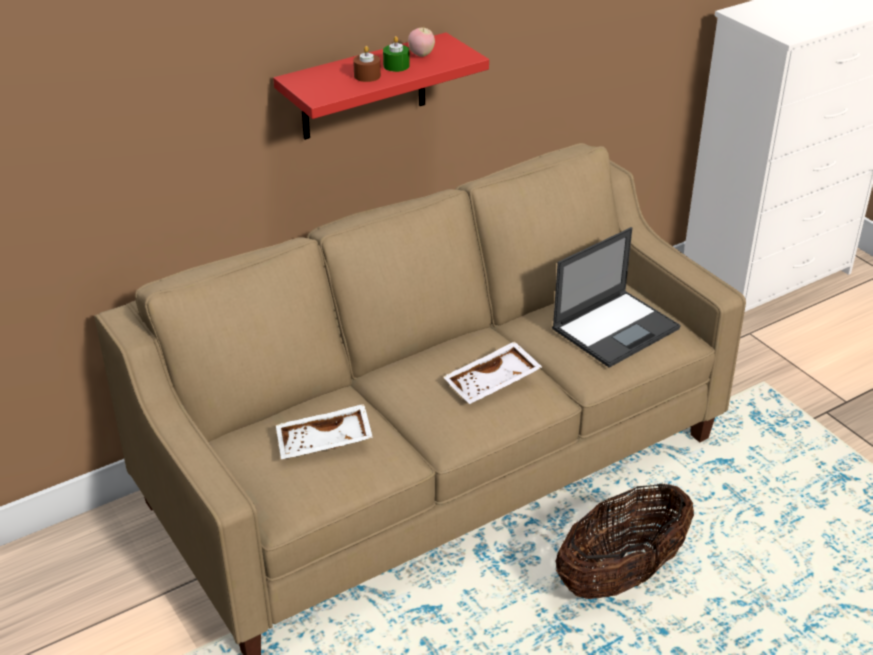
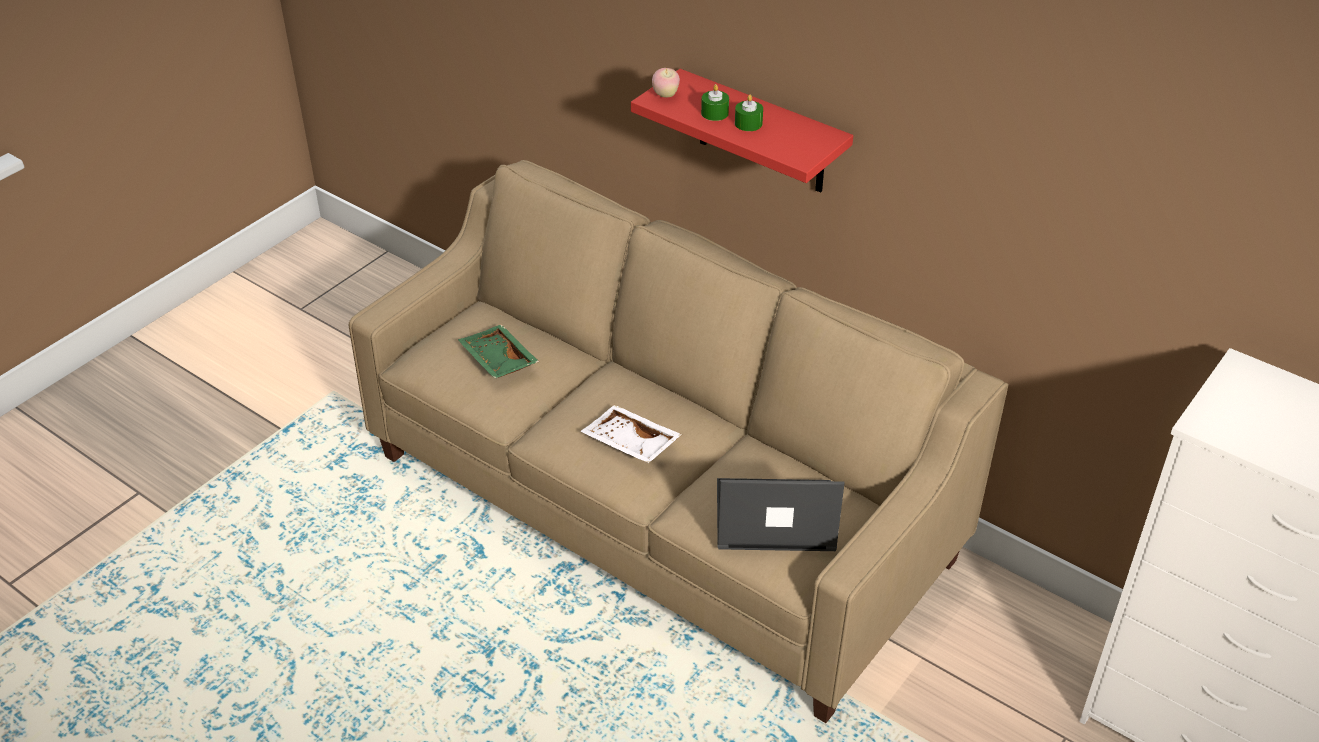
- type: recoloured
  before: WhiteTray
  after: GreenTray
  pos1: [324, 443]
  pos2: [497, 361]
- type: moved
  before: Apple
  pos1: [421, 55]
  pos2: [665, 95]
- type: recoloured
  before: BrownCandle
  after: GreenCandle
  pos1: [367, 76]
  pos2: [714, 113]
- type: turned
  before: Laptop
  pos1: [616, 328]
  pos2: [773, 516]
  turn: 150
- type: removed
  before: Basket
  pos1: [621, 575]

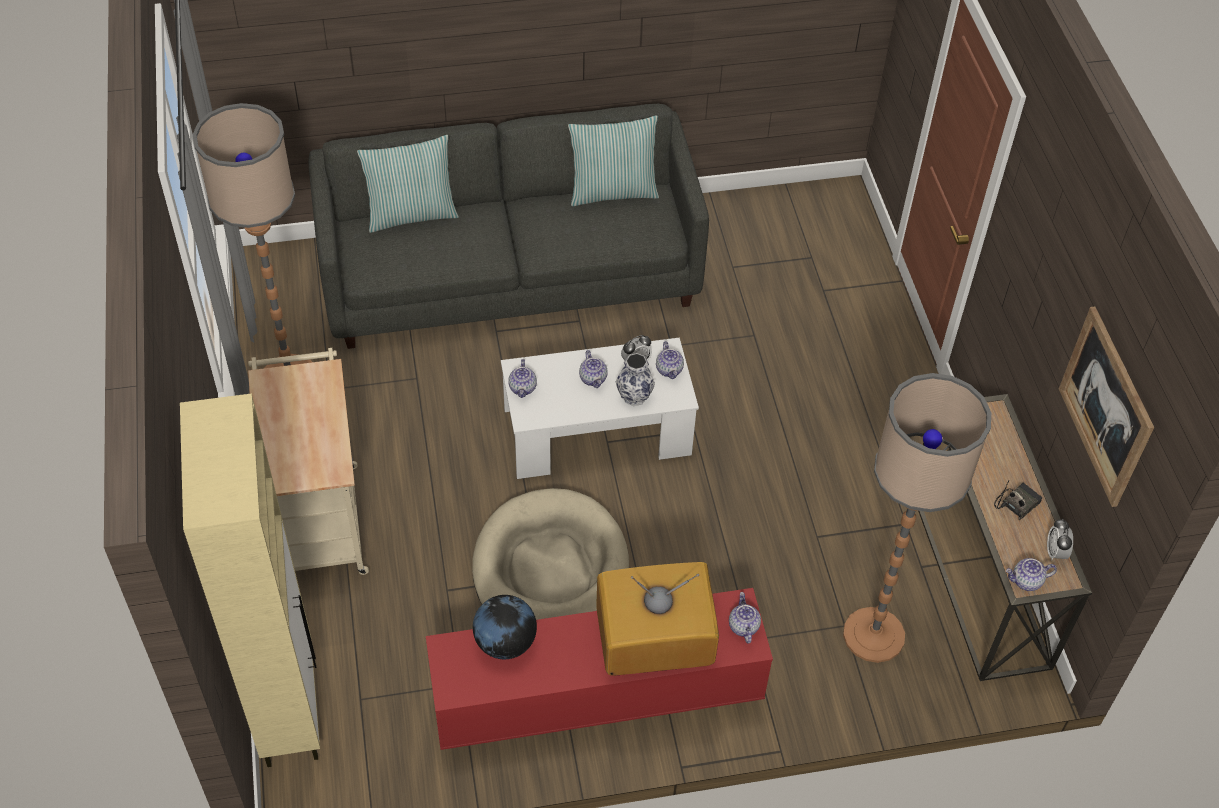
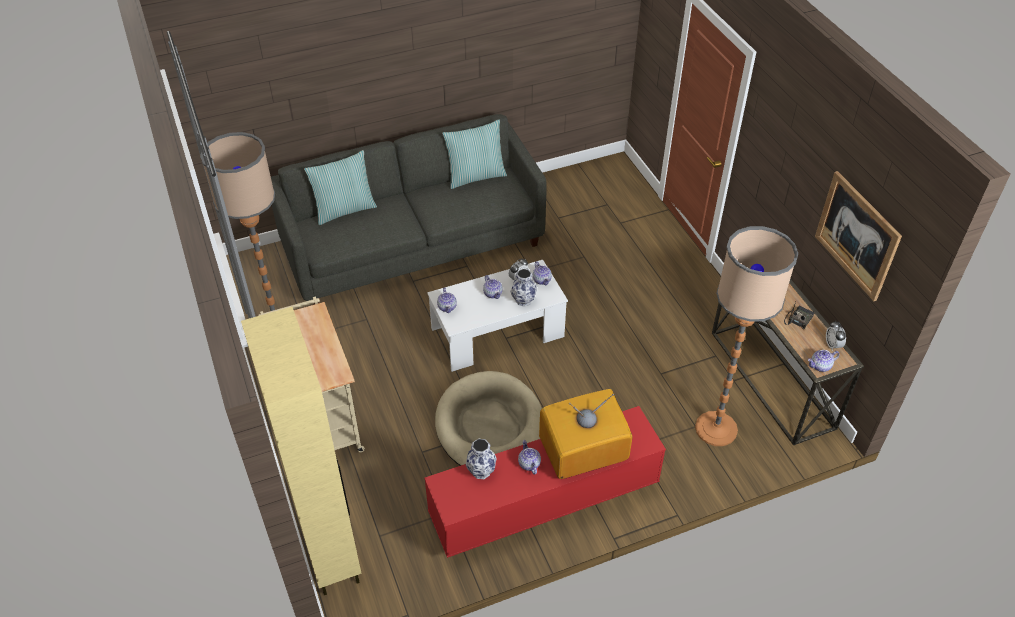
- type: replaced
  before: Globe
  after: Vase
  pos1: [505, 642]
  pos2: [481, 471]
- type: moved
  before: Teapot
  pos1: [743, 626]
  pos2: [529, 464]

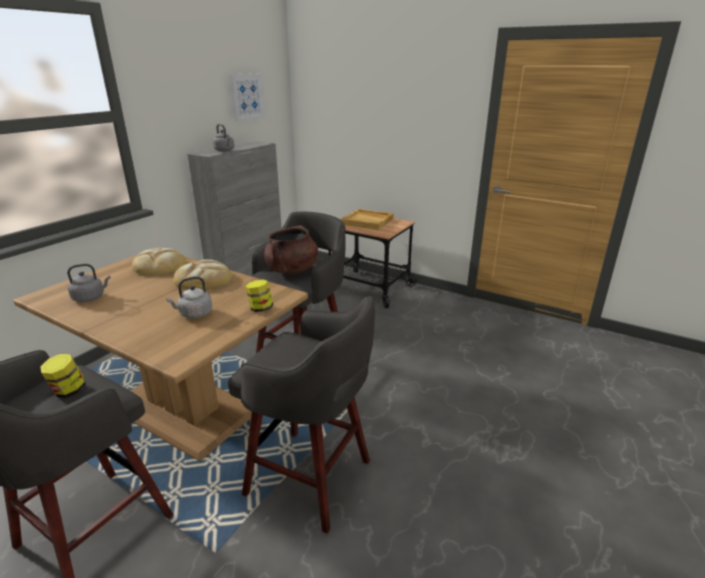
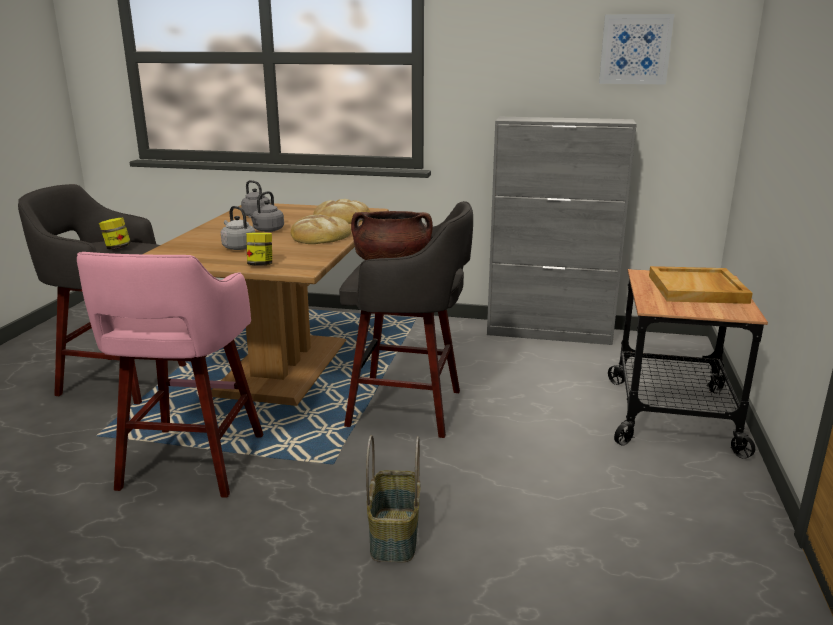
- type: recoloured
  before: GreyStool
  after: PinkStool
  pos1: [312, 479]
  pos2: [190, 464]
- type: moved
  before: GreyKettle
  pos1: [225, 150]
  pos2: [267, 230]
- type: added
  after: Basket
  pos2: [395, 535]

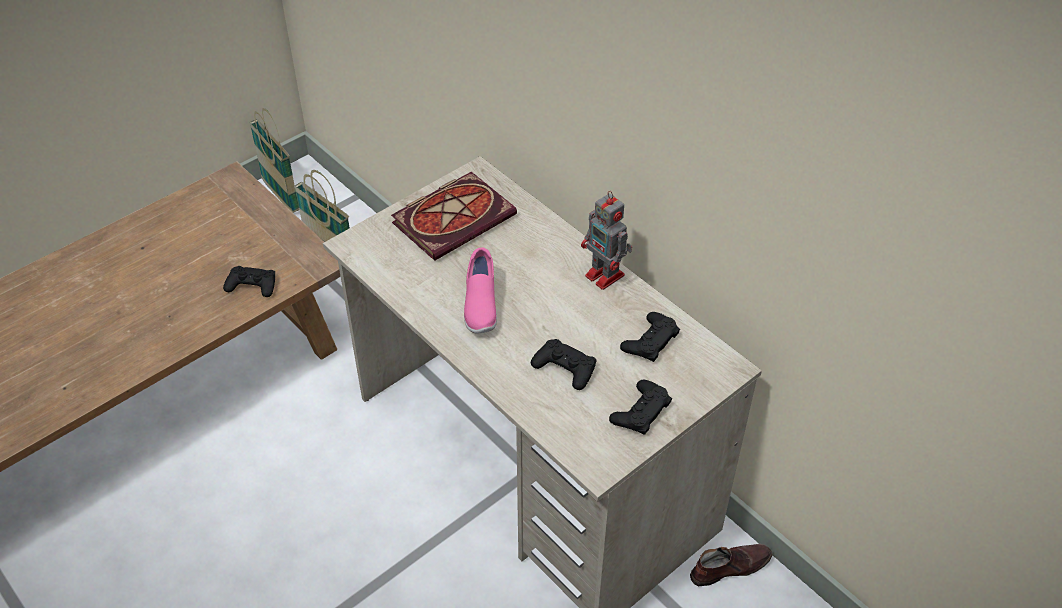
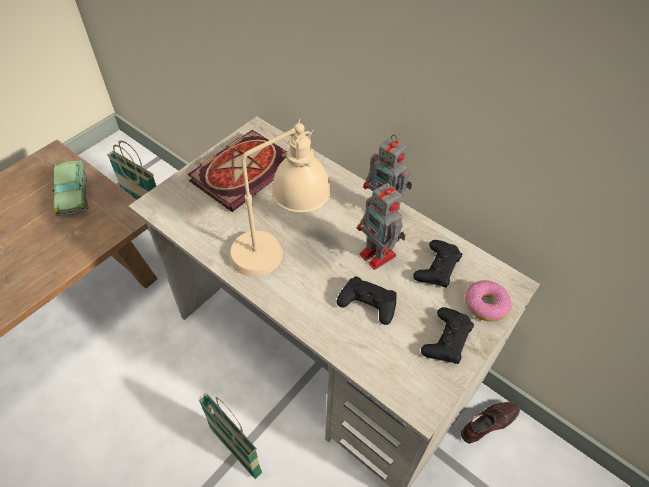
- type: added
  after: ToyCar
  pos2: [73, 194]
- type: moved
  before: Basket
  pos1: [281, 196]
  pos2: [235, 450]
- type: replaced
  before: PinkShoe
  after: BeigeTableLamp
  pos1: [480, 305]
  pos2: [279, 250]
- type: added
  after: ToyRobot
  pos2: [378, 256]
- type: added
  after: Donut
  pos2: [485, 305]
- type: removed
  before: BlackGameController
  pos1: [252, 285]

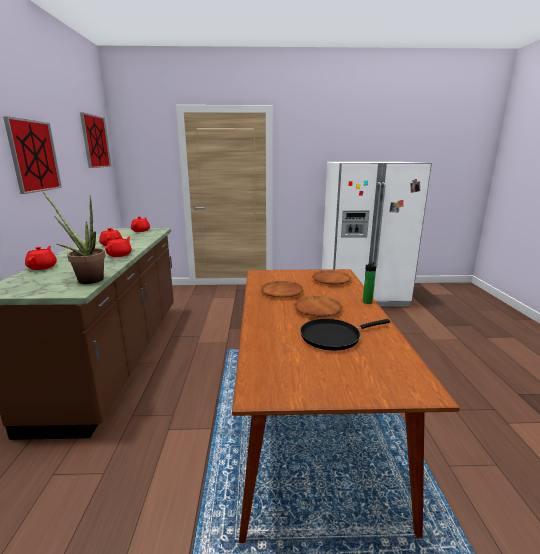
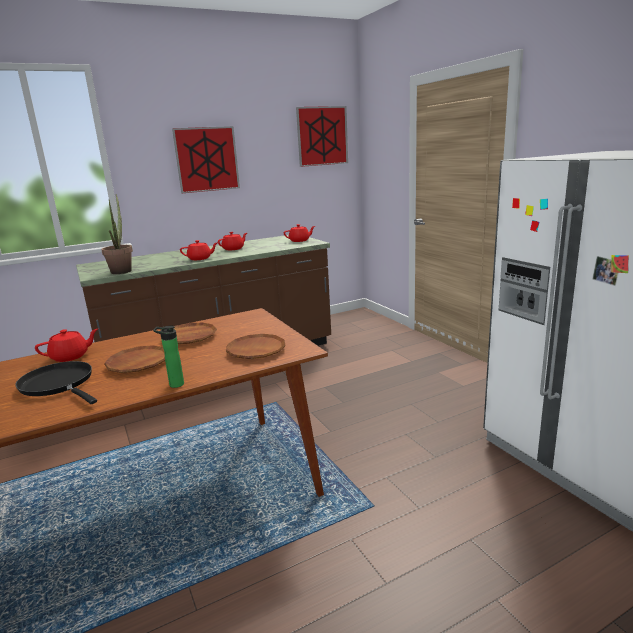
- type: moved
  before: RedTeapot
  pos1: [43, 267]
  pos2: [71, 356]

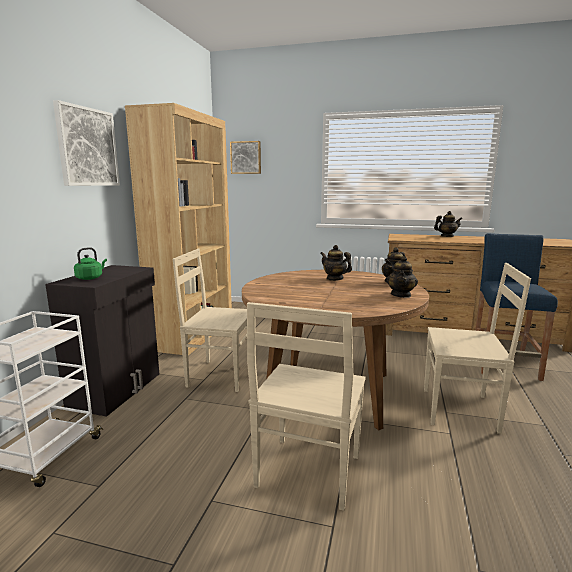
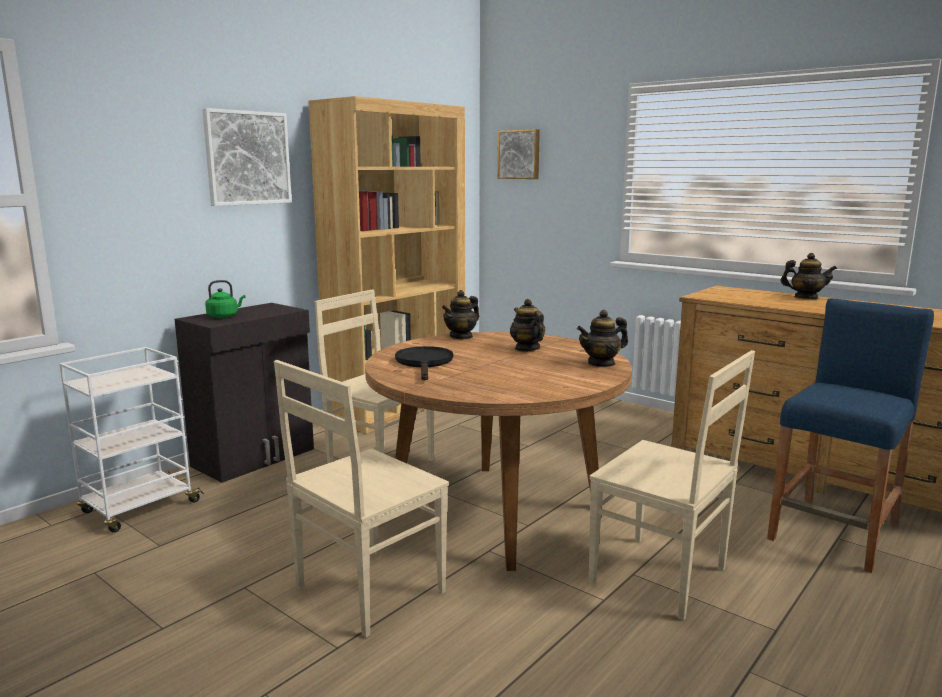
- type: added
  after: BlackFryingPan
  pos2: [424, 363]
- type: moved
  before: Teapot
  pos1: [401, 295]
  pos2: [461, 336]

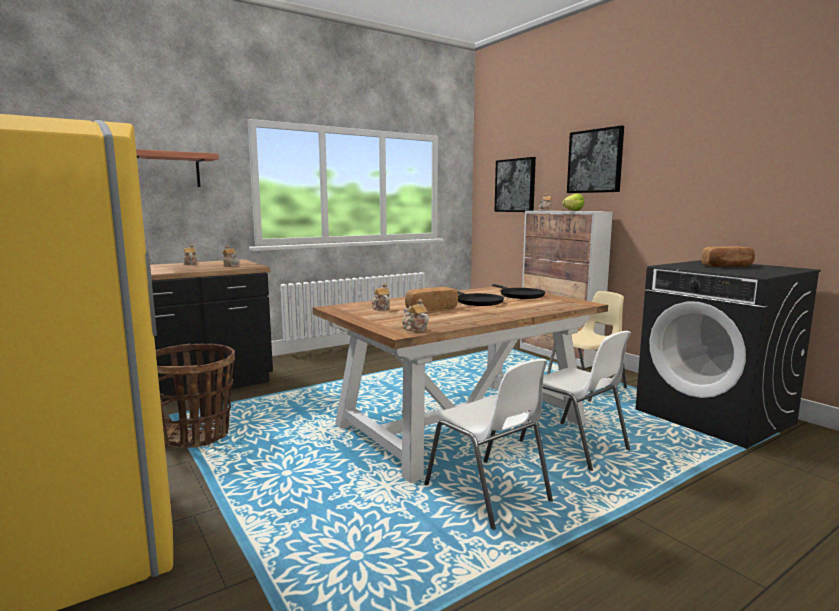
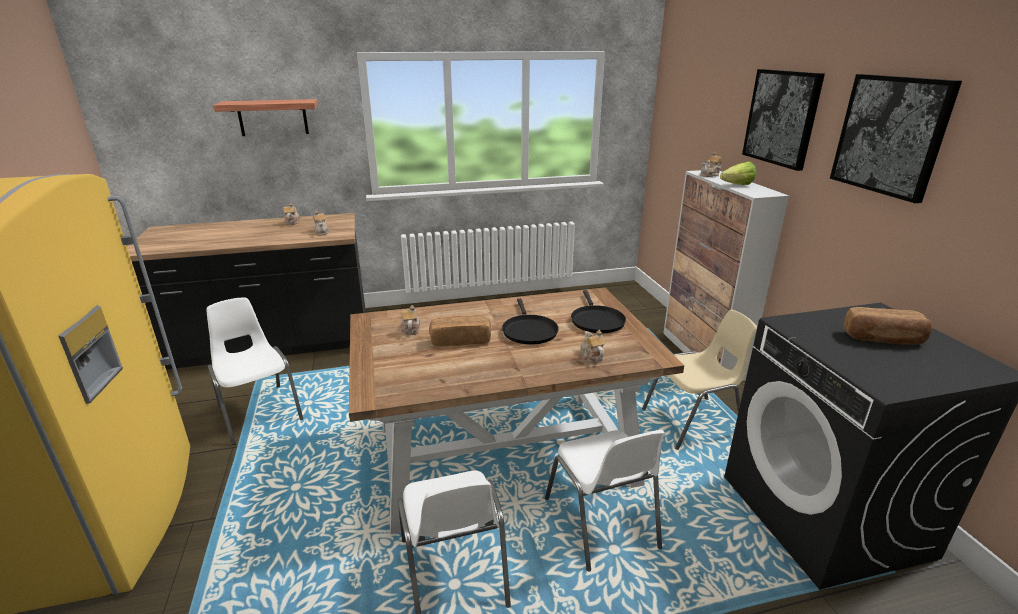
- type: replaced
  before: Basket
  after: WhiteChair
  pos1: [195, 435]
  pos2: [259, 412]
- type: moved
  before: Teapot
  pos1: [414, 329]
  pos2: [591, 356]
- type: moved
  before: Picture
  pos1: [515, 185]
  pos2: [890, 135]

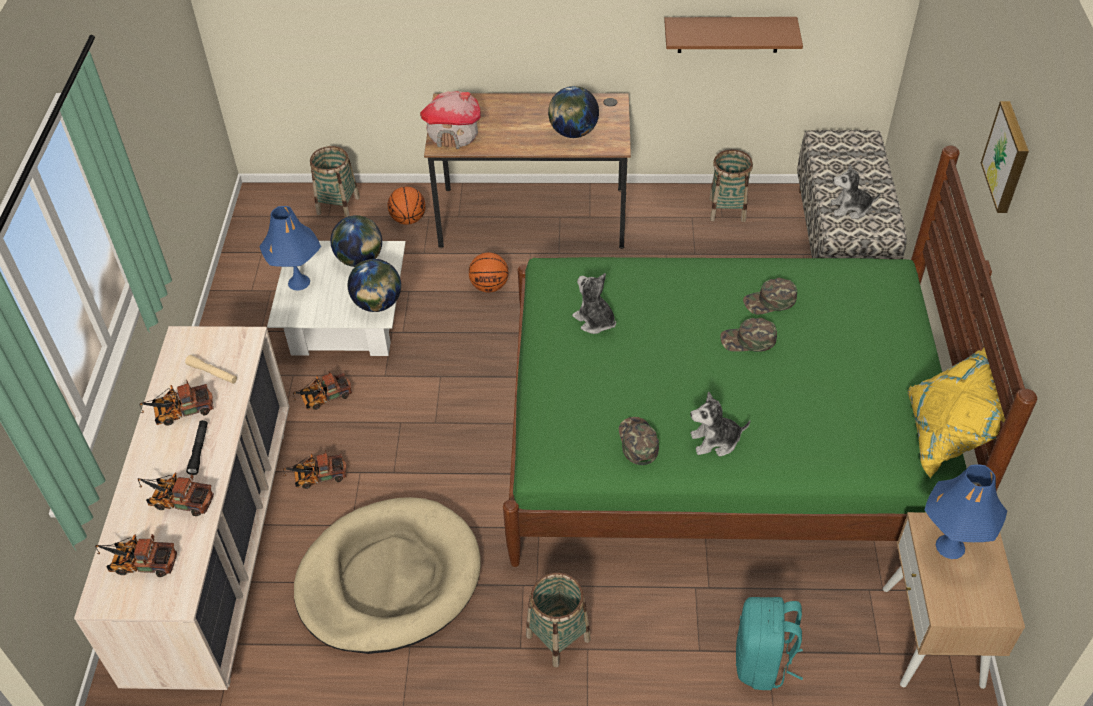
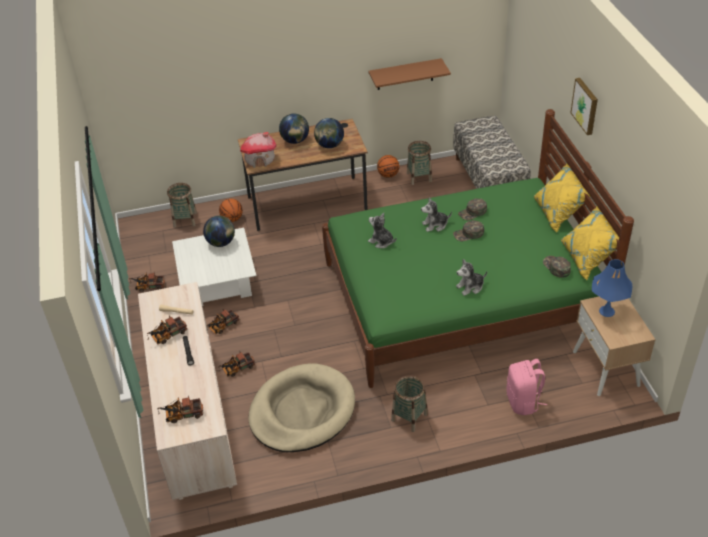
- type: moved
  before: ToyTruck
  pos1: [178, 501]
  pos2: [148, 287]
- type: moved
  before: Globe
  pos1: [377, 304]
  pos2: [295, 141]
- type: moved
  before: Basketball
  pos1: [489, 286]
  pos2: [388, 175]
- type: moved
  before: PlushToy
  pos1: [850, 208]
  pos2: [435, 225]
- type: recoloured
  before: TurquoiseBackpack
  after: PinkBackpack
  pos1: [763, 662]
  pos2: [523, 402]
- type: added
  after: YellowPillow
  pos2: [559, 213]
- type: moved
  before: GreenCap
  pos1: [637, 442]
  pos2: [556, 267]
- type: removed
  before: BlueTableLamp
  pos1: [298, 282]

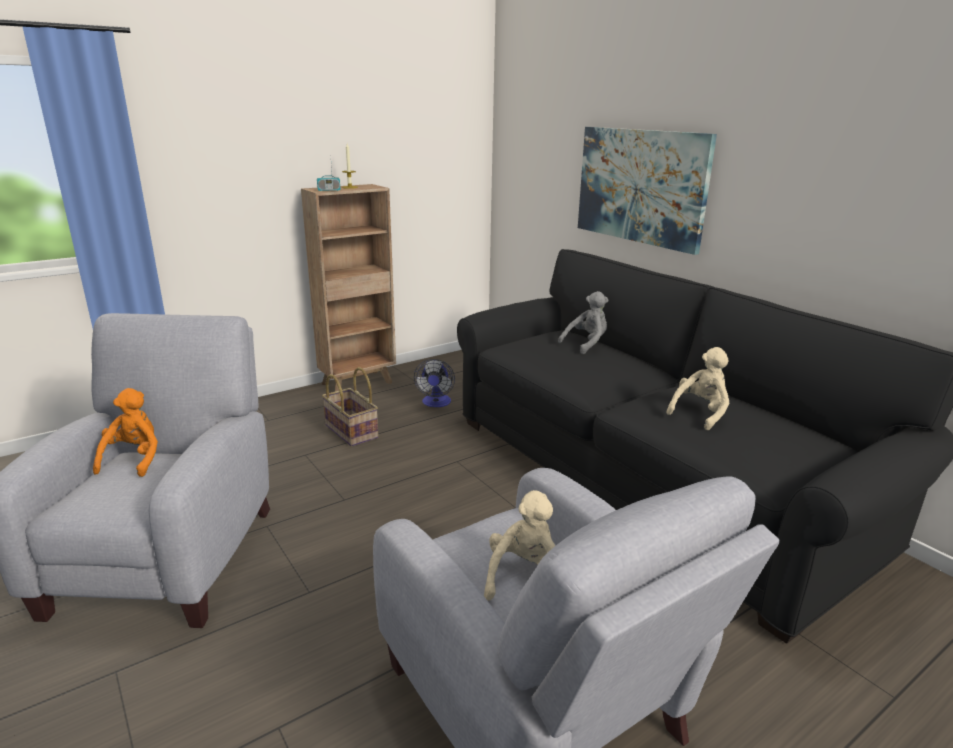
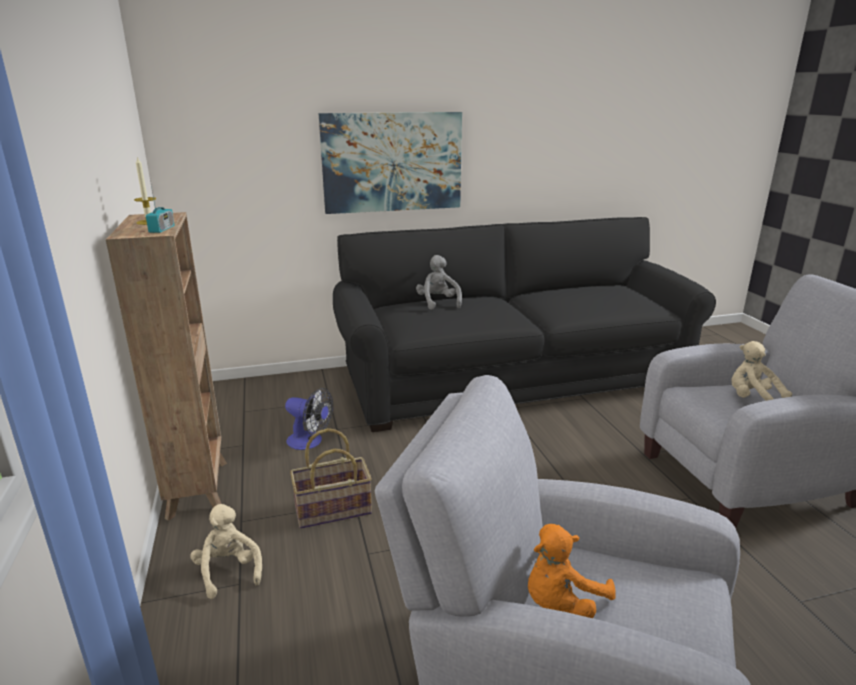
- type: moved
  before: BeigePlushToy
  pos1: [700, 413]
  pos2: [229, 571]
- type: turned
  before: OrangePlushToy
  pos1: [134, 459]
  pos2: [561, 603]
  turn: -60

